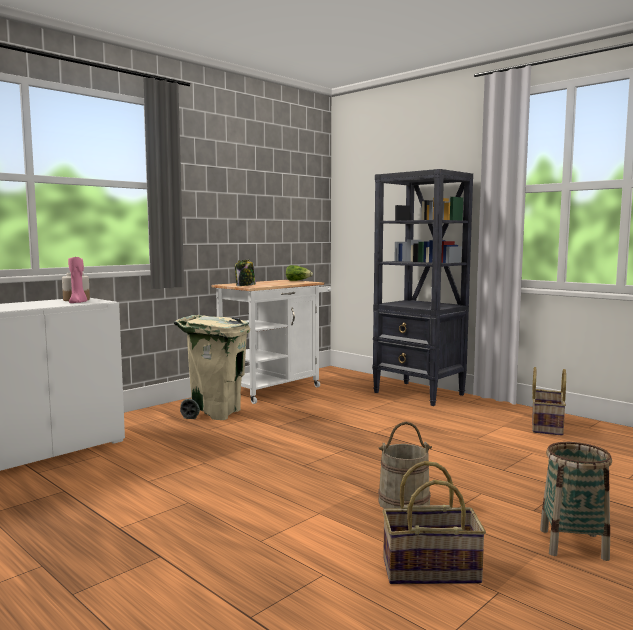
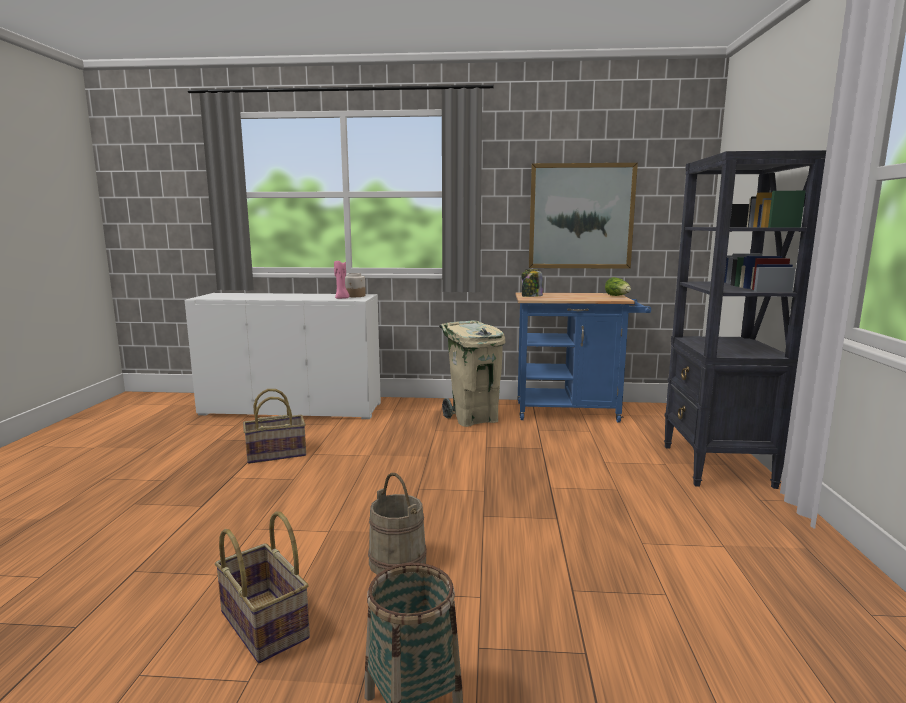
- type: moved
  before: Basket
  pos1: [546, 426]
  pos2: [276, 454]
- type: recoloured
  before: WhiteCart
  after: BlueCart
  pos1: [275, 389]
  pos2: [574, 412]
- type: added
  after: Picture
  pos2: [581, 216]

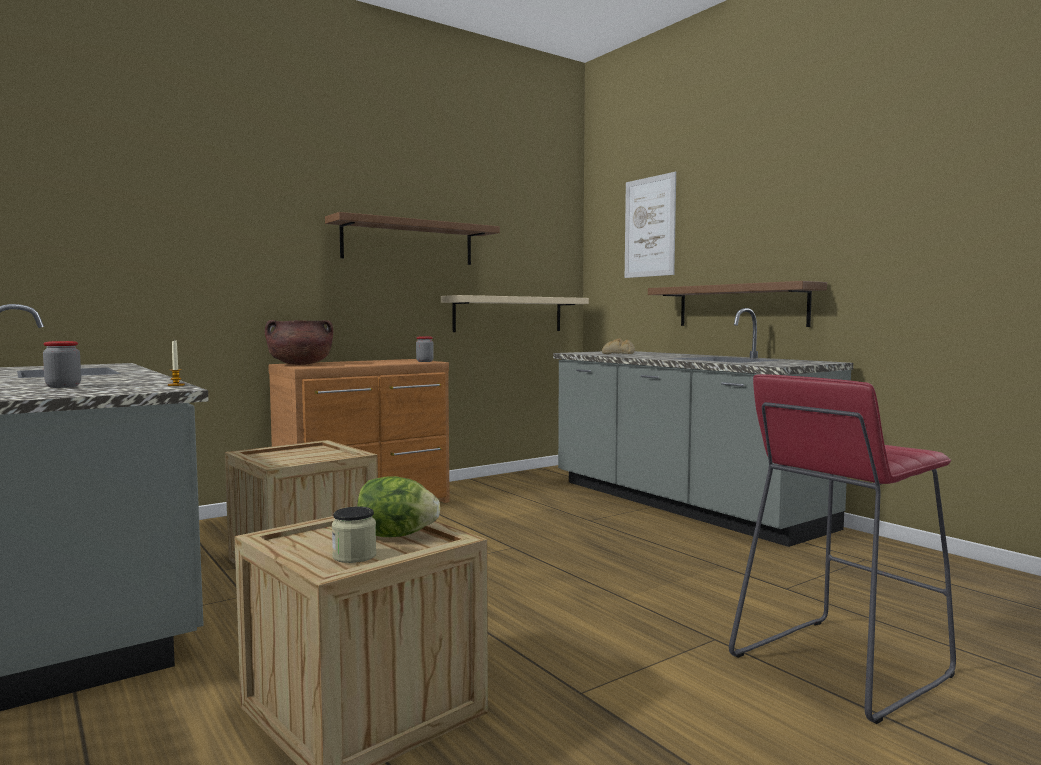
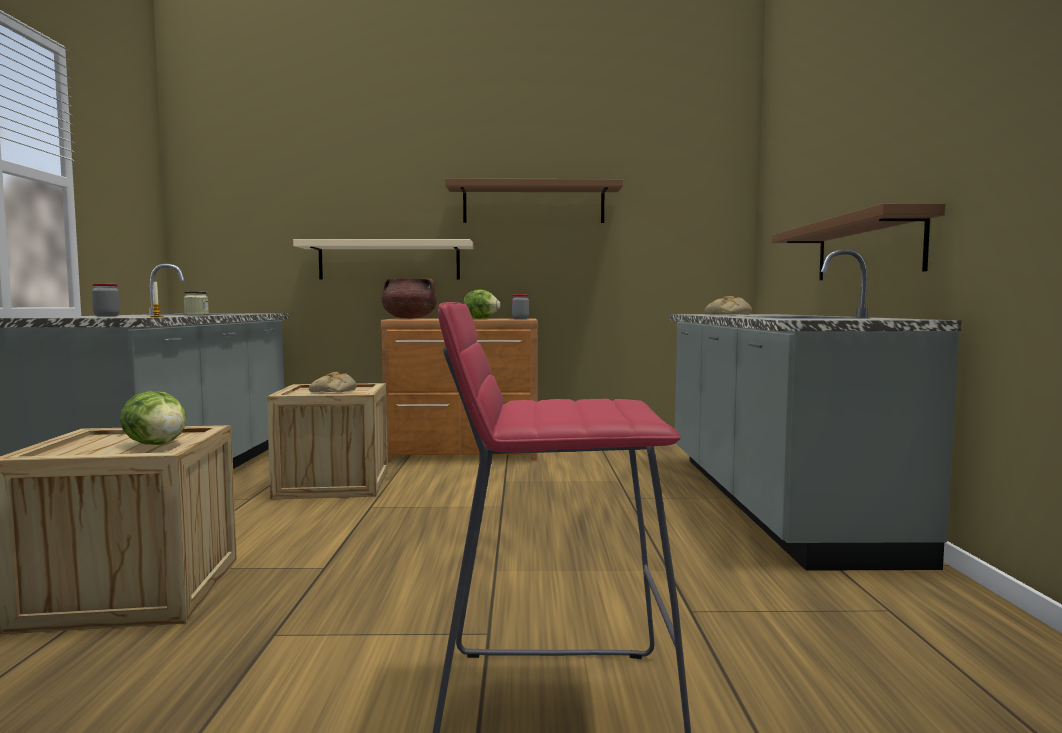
- type: moved
  before: Jar
  pos1: [354, 556]
  pos2: [196, 315]
- type: moved
  before: BeigeShelf
  pos1: [508, 314]
  pos2: [389, 261]
- type: added
  after: Bread
  pos2: [333, 391]
- type: added
  after: Lettuce
  pos2: [481, 318]
- type: removed
  before: Picture
  pos1: [649, 227]

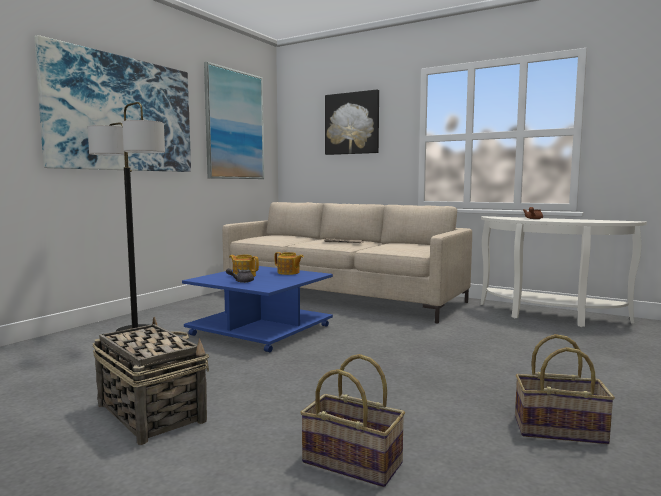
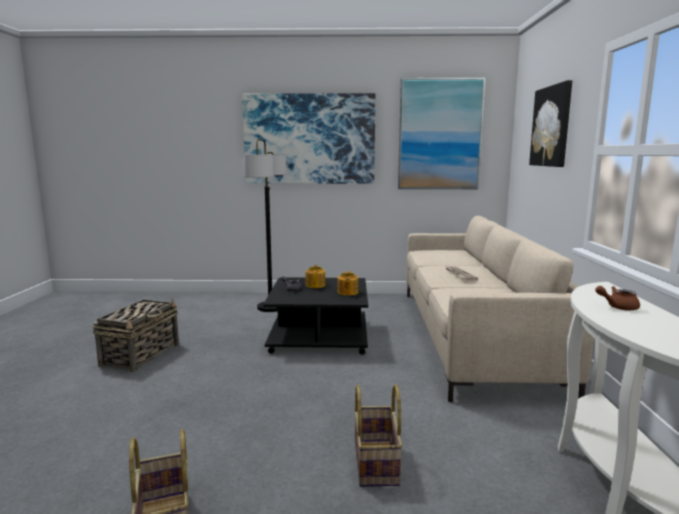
- type: recoloured
  before: BlueCoffeeTable
  after: BlackCoffeeTable
  pos1: [262, 330]
  pos2: [320, 336]
- type: moved
  before: Basket
  pos1: [353, 462]
  pos2: [377, 463]

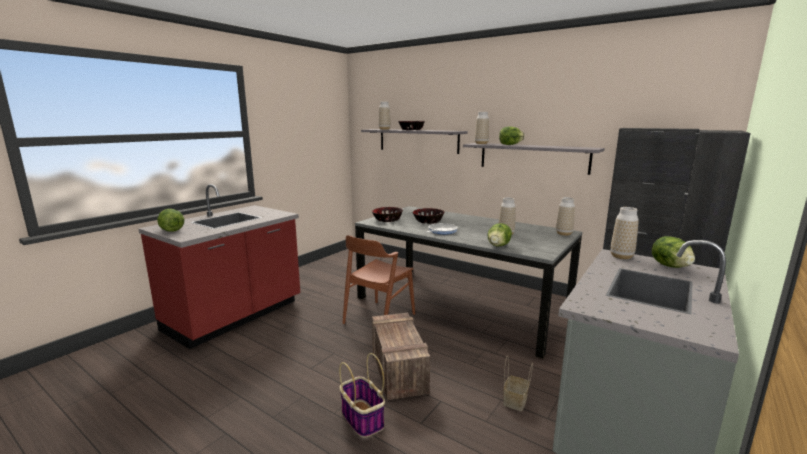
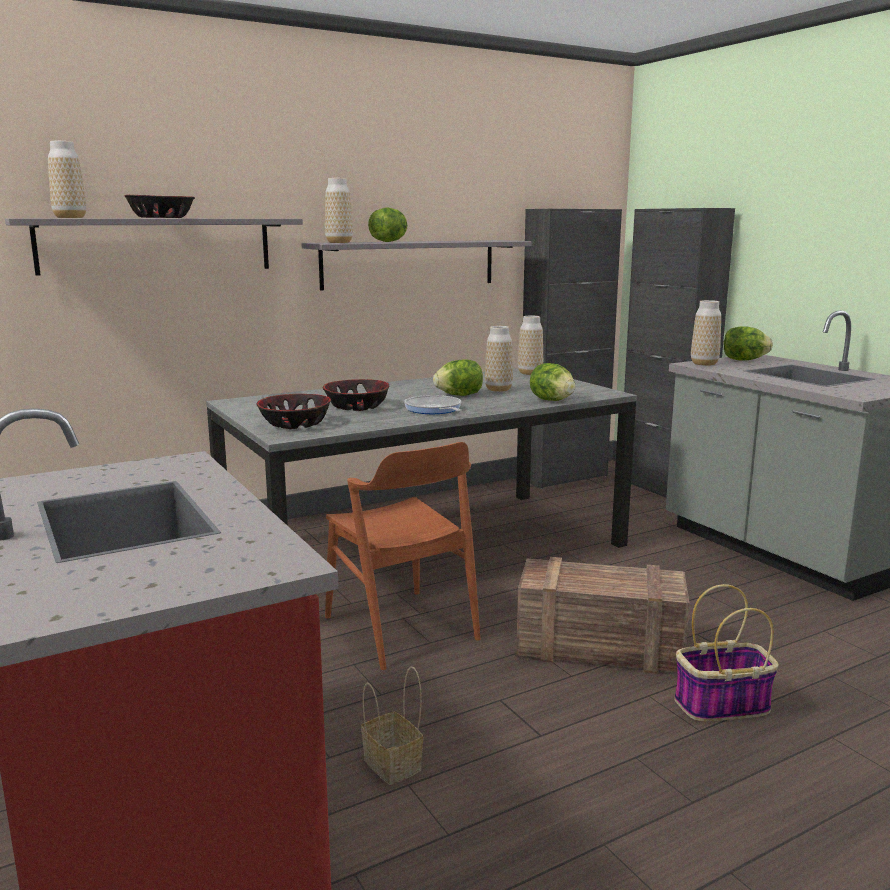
- type: moved
  before: Basket
  pos1: [515, 402]
  pos2: [394, 765]
- type: moved
  before: Lettuce
  pos1: [171, 230]
  pos2: [459, 395]

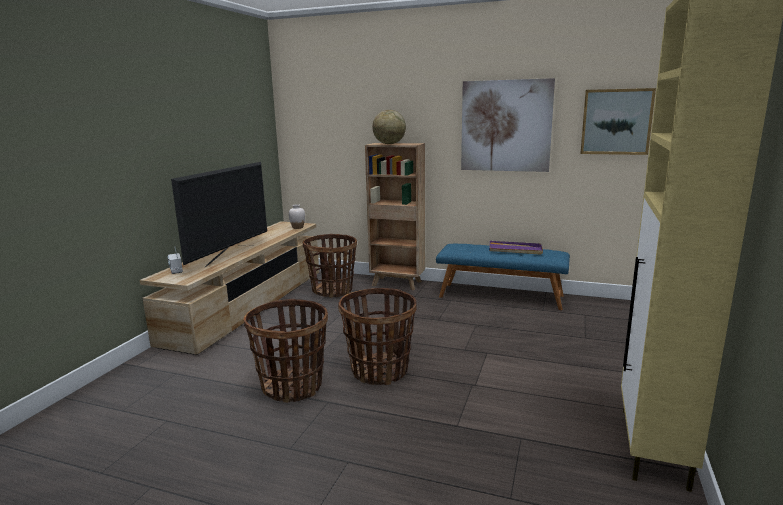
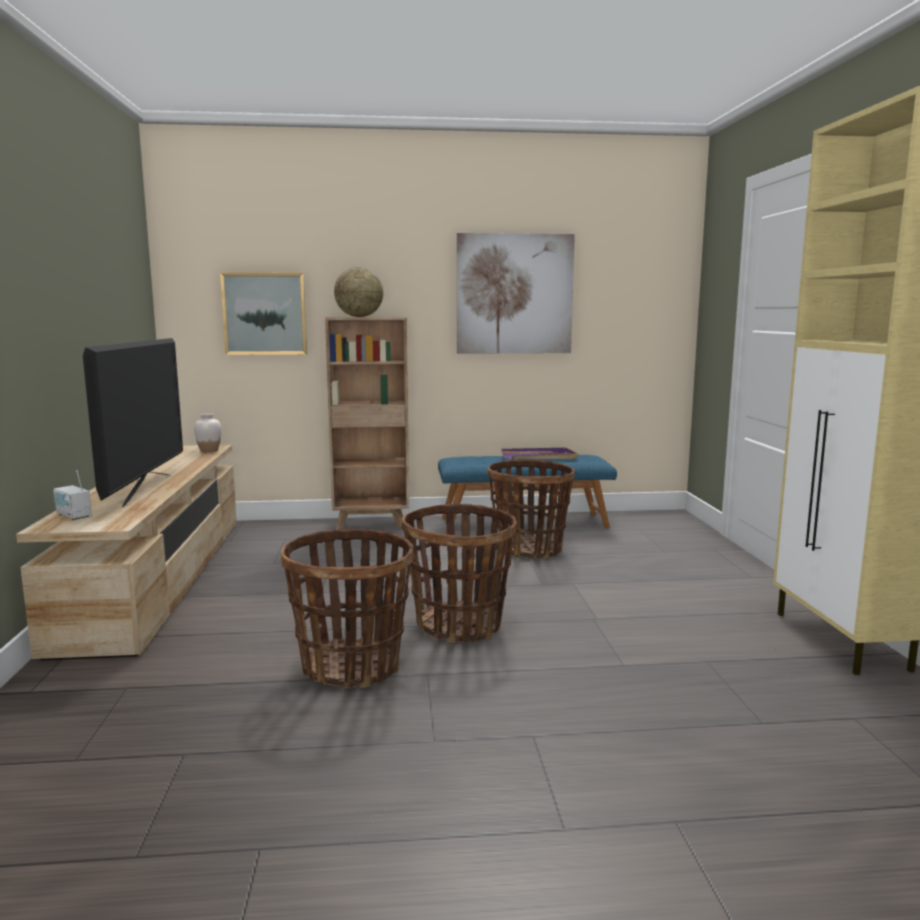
- type: moved
  before: Picture
  pos1: [616, 122]
  pos2: [265, 314]
- type: moved
  before: Basket
  pos1: [332, 291]
  pos2: [529, 550]

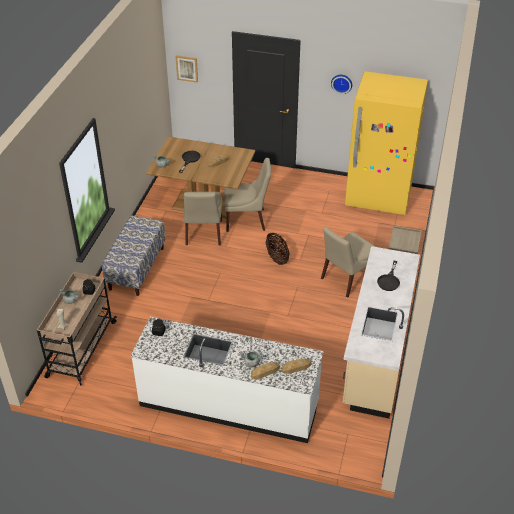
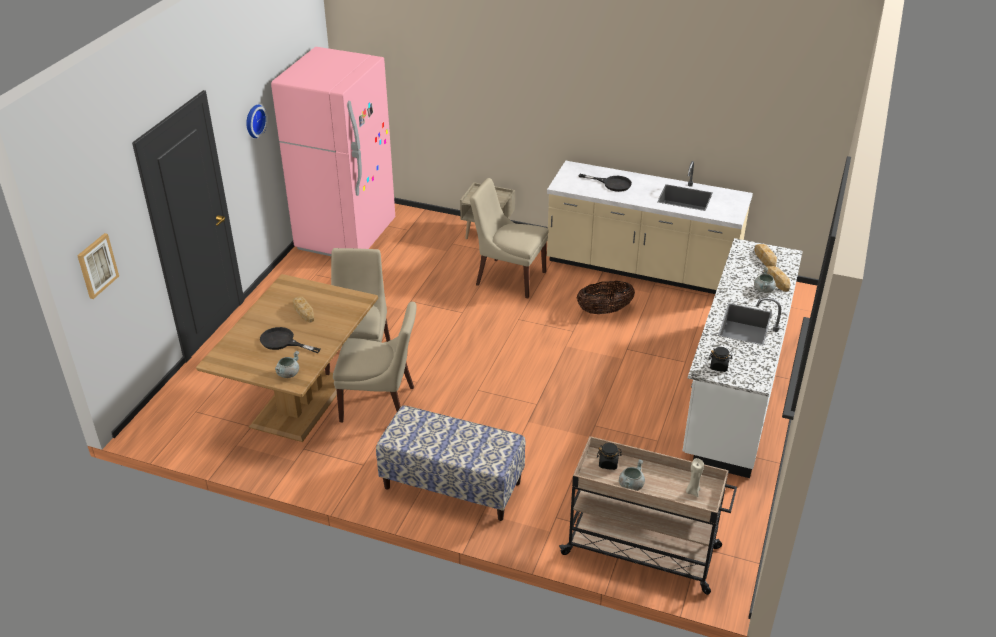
- type: recoloured
  before: YellowFridge
  after: PinkFridge
  pos1: [378, 198]
  pos2: [346, 235]
- type: turned
  before: BeigeChair
  pos1: [346, 279]
  pos2: [508, 277]
  turn: 150
- type: moved
  before: Basket
  pos1: [277, 258]
  pos2: [604, 311]

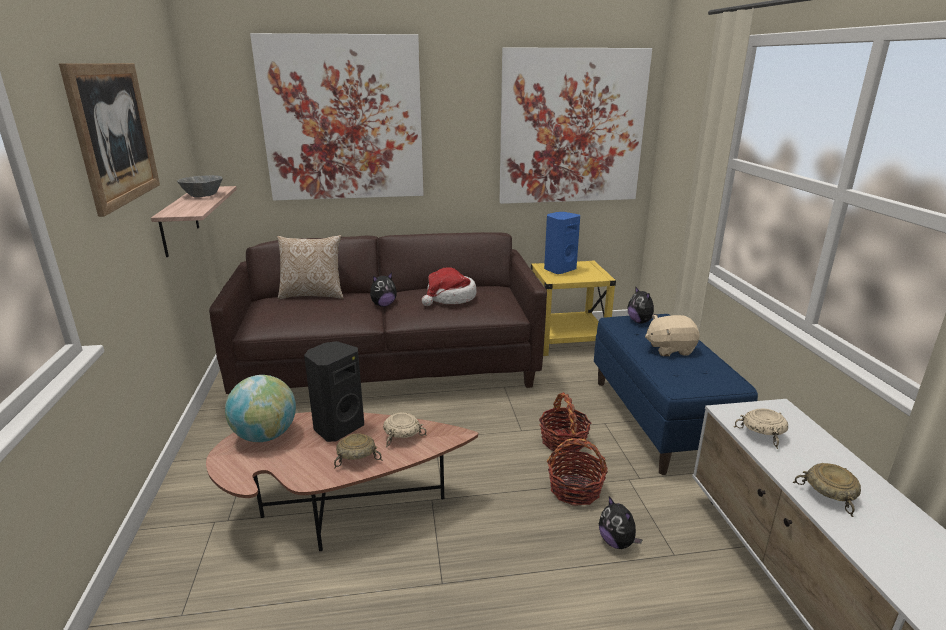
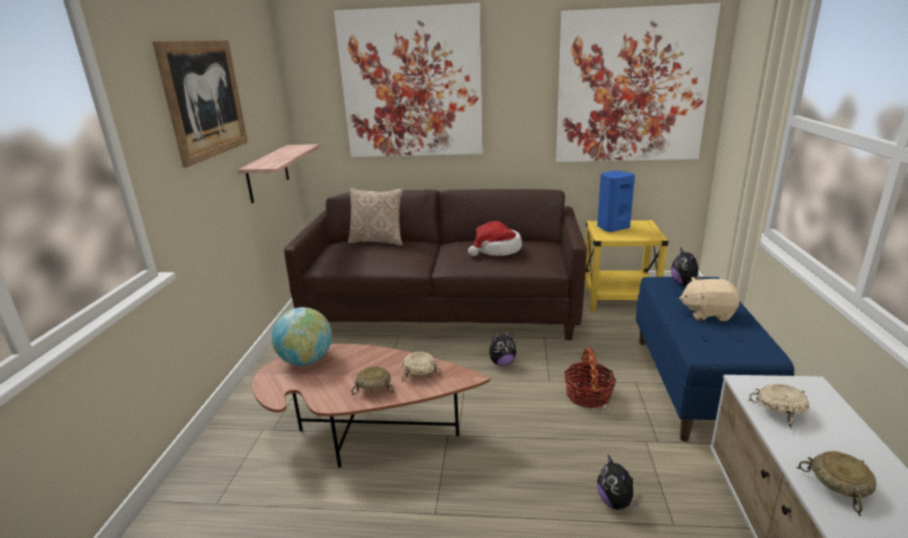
- type: moved
  before: PlushToy
  pos1: [383, 305]
  pos2: [502, 363]
- type: removed
  before: GreyBowl
  pos1: [203, 195]
- type: removed
  before: BlackSpeaker
  pos1: [338, 427]
- type: removed
  before: Basket
  pos1: [575, 489]

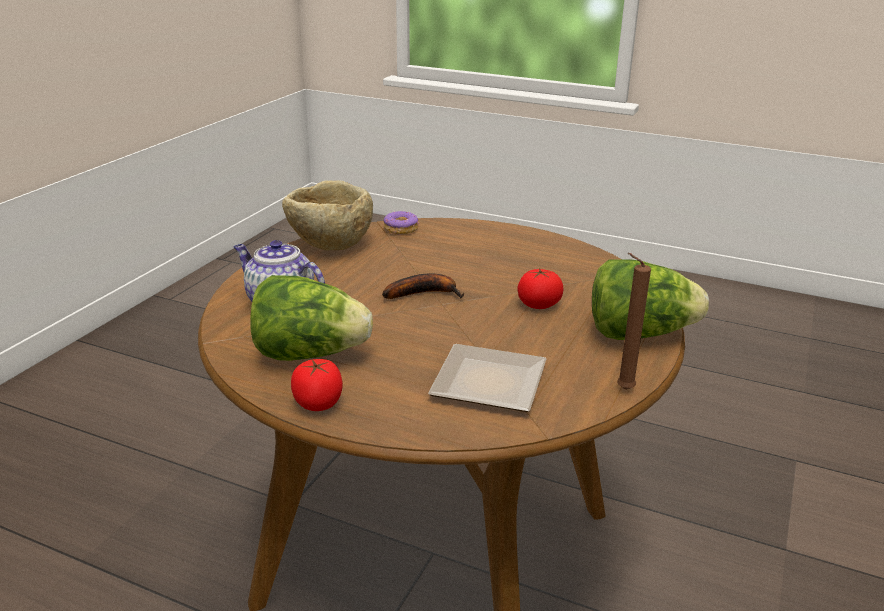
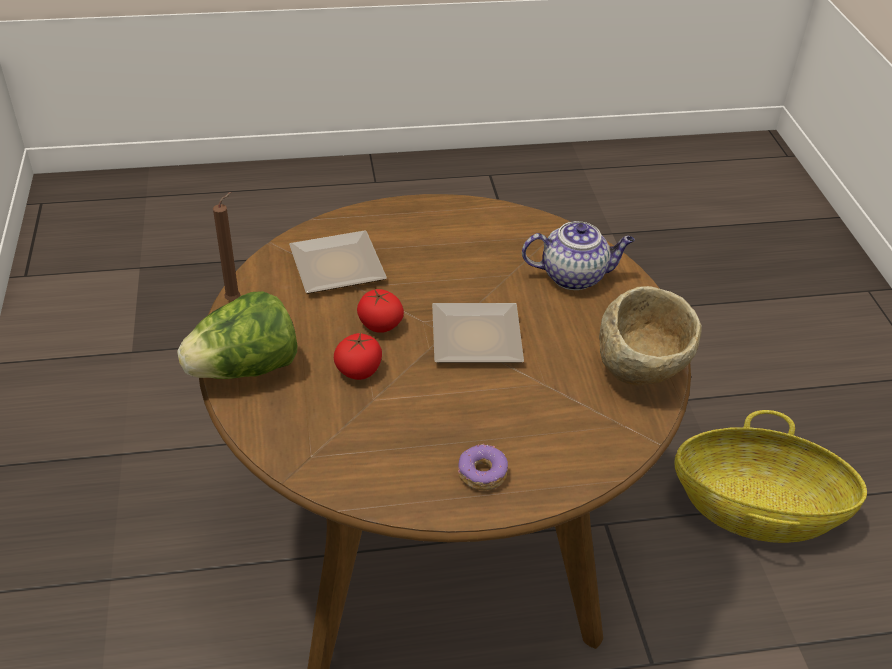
- type: moved
  before: Tomato
  pos1: [318, 403]
  pos2: [380, 325]
- type: replaced
  before: Banana
  after: Plate
  pos1: [425, 293]
  pos2: [473, 340]
- type: moved
  before: Donut
  pos1: [401, 229]
  pos2: [481, 473]
- type: added
  after: Basket
  pos2: [756, 509]
- type: removed
  before: Lettuce
  pos1: [310, 354]

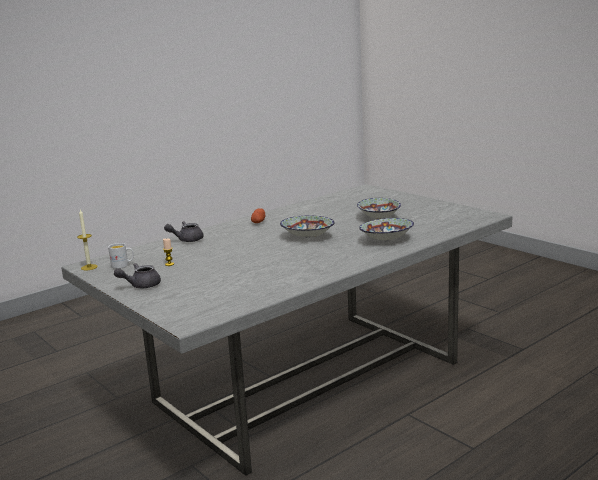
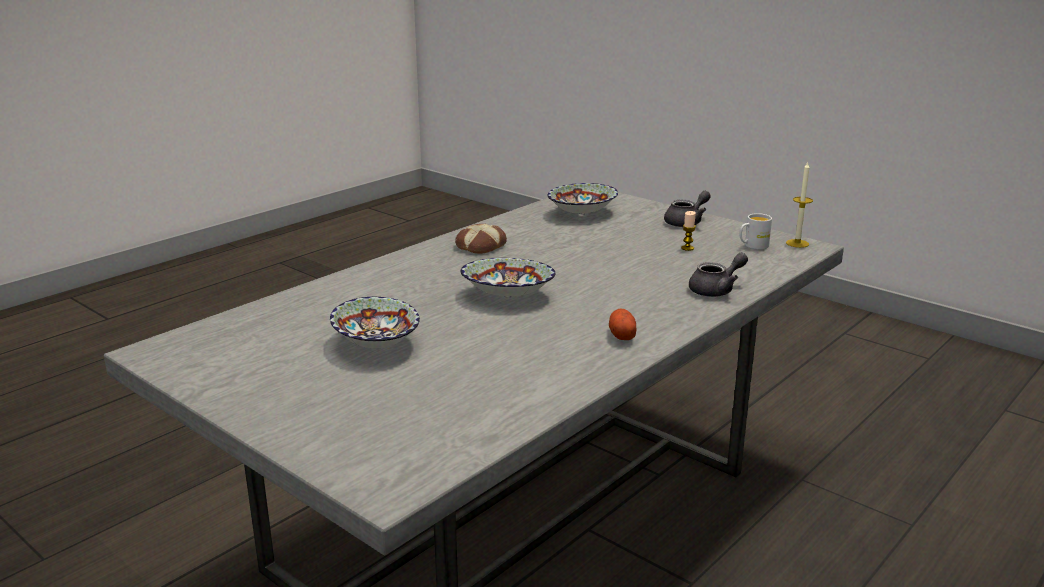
- type: added
  after: Bread
  pos2: [480, 246]
- type: moved
  before: Bowl
  pos1: [387, 240]
  pos2: [581, 213]

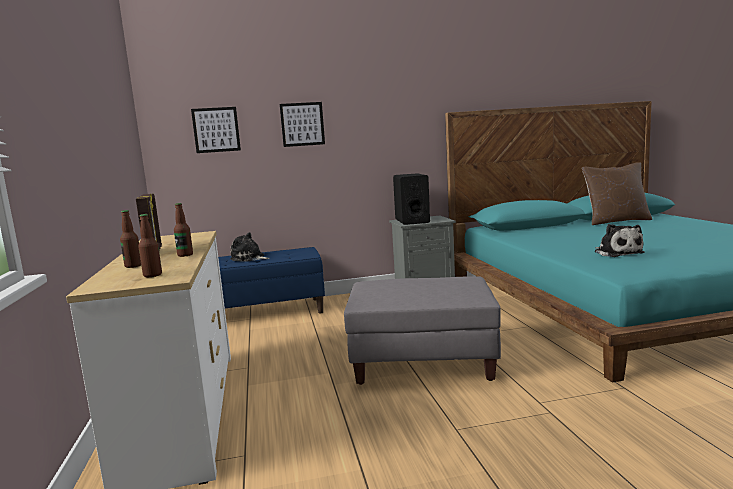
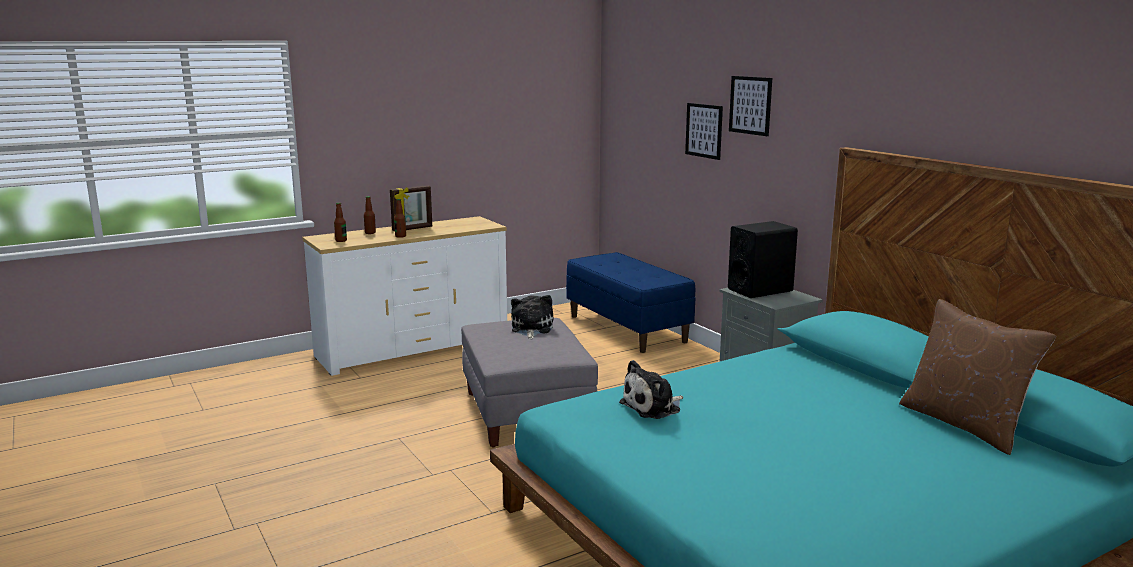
- type: moved
  before: PlushToy
  pos1: [249, 258]
  pos2: [531, 329]
- type: moved
  before: Picture
  pos1: [216, 130]
  pos2: [750, 105]

